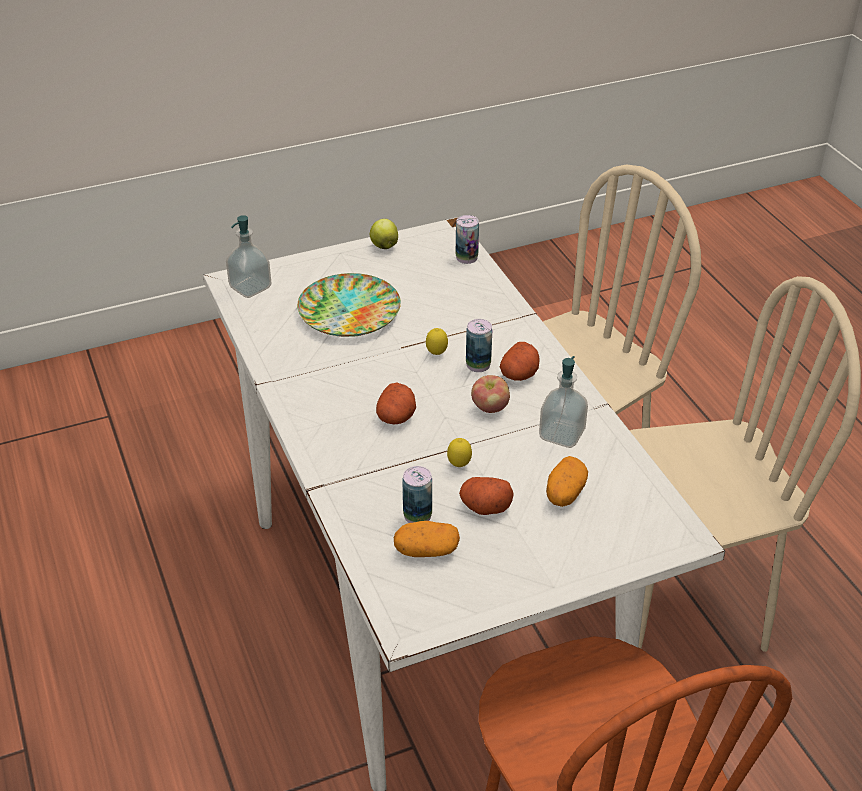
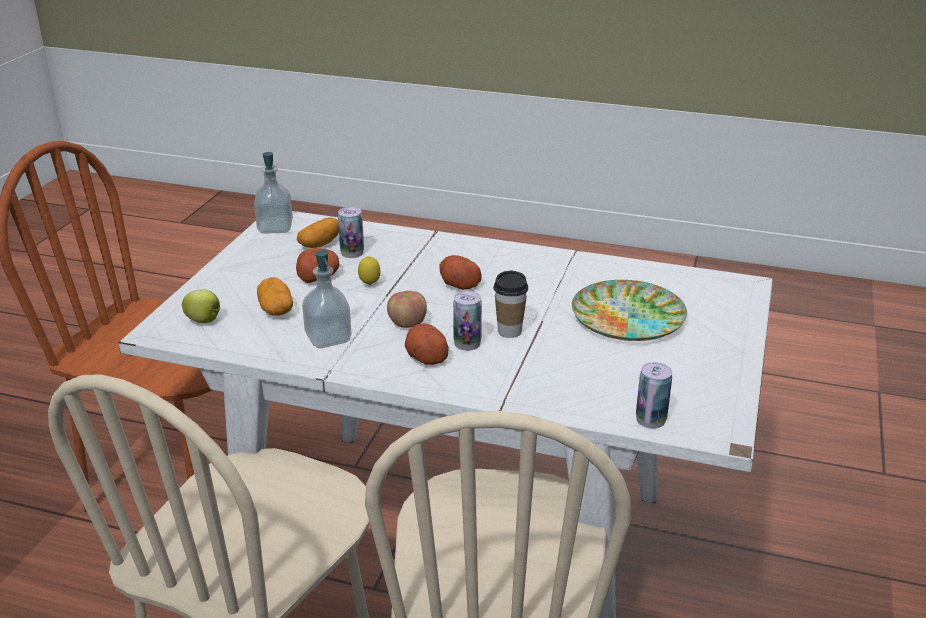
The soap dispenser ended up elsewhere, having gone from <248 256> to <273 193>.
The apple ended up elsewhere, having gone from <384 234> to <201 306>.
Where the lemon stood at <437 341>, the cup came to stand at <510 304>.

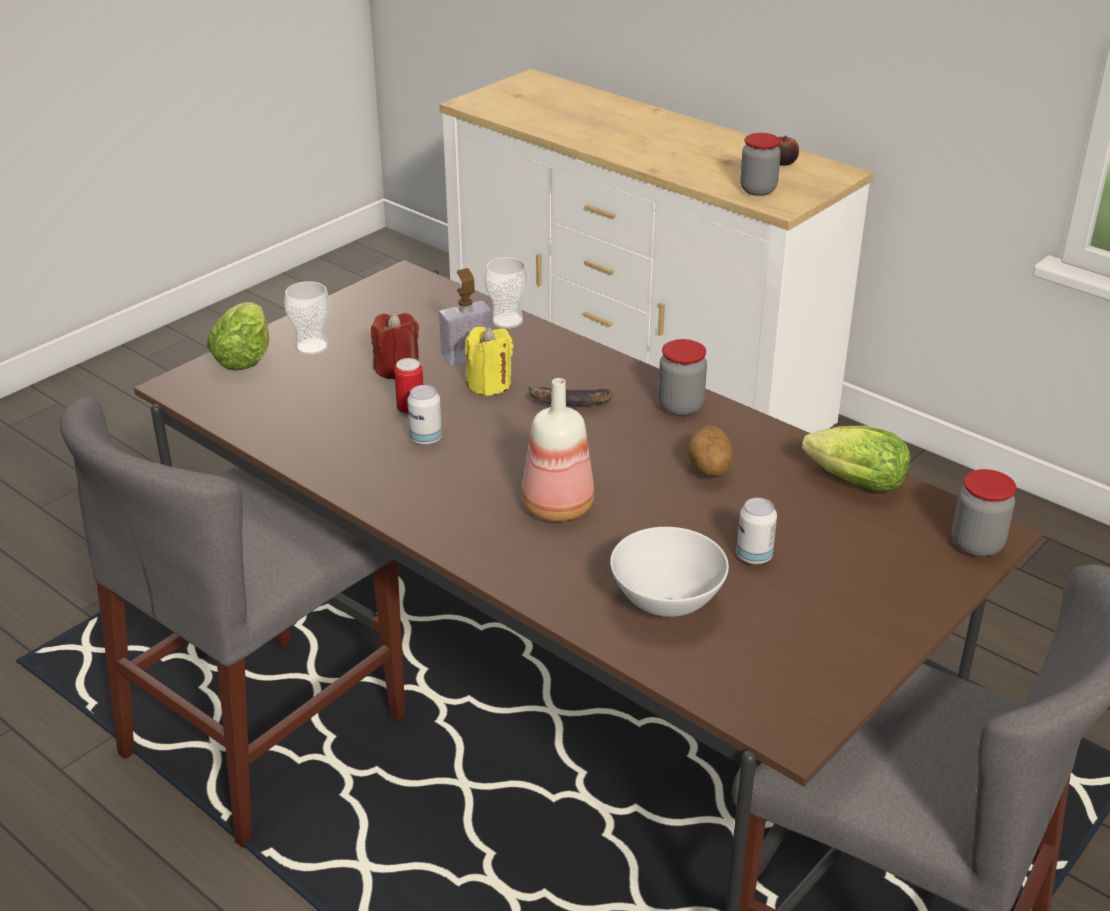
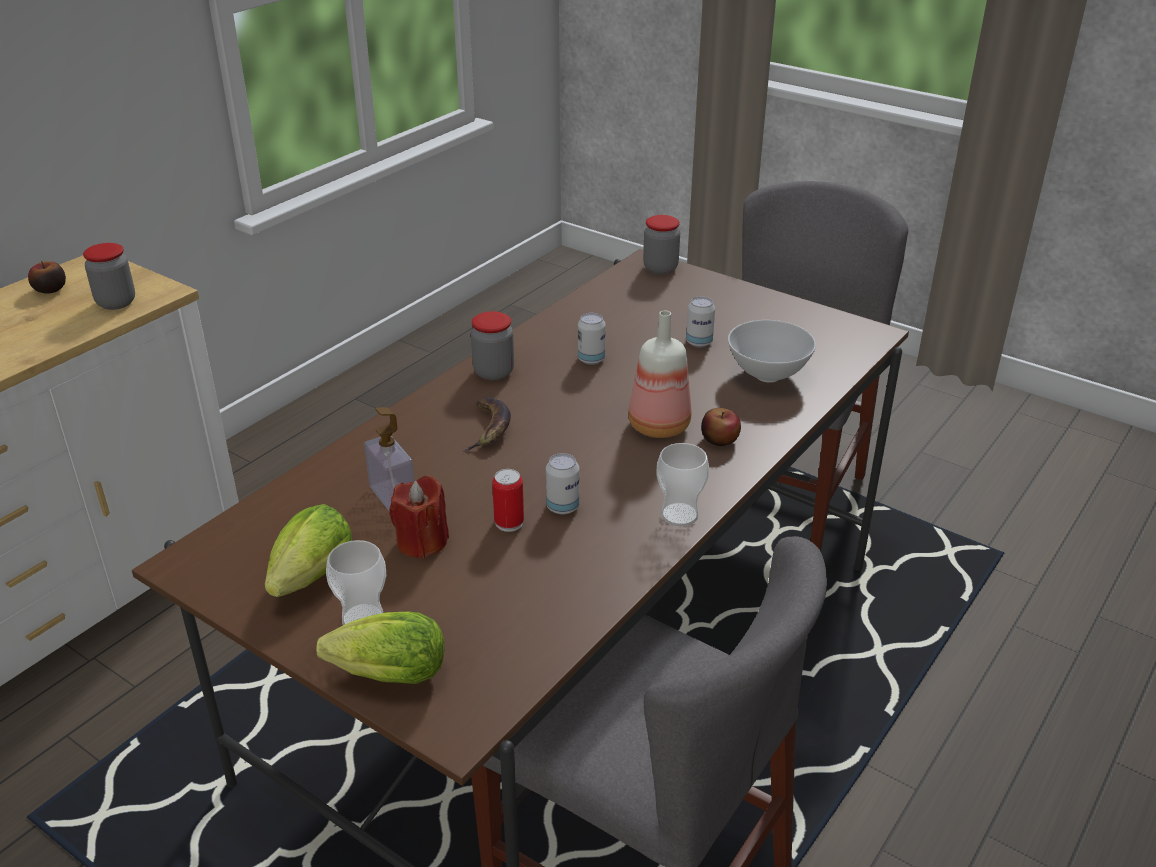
The second view lost the candle (yellow) at <489 361>.
The cup ended up elsewhere, having gone from <506 293> to <682 484>.
Where the potato stood at <710 451>, the can came to stand at <592 339>.
The lettuce ended up elsewhere, having gone from <856 459> to <308 550>.
The second view gained the apple at <721 427>.

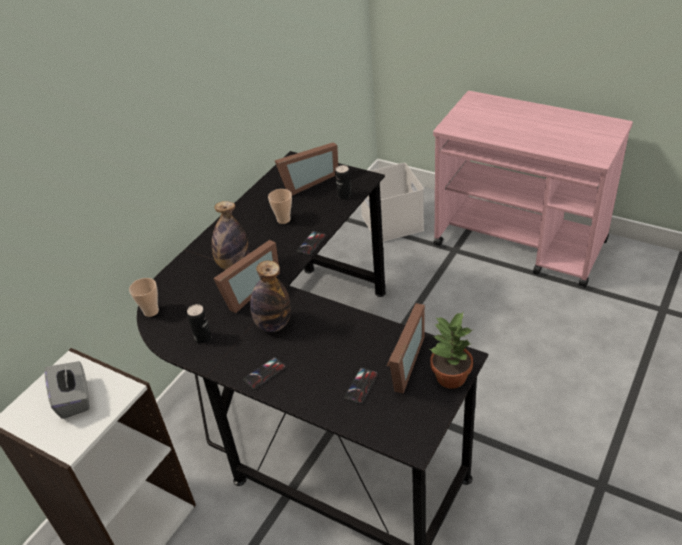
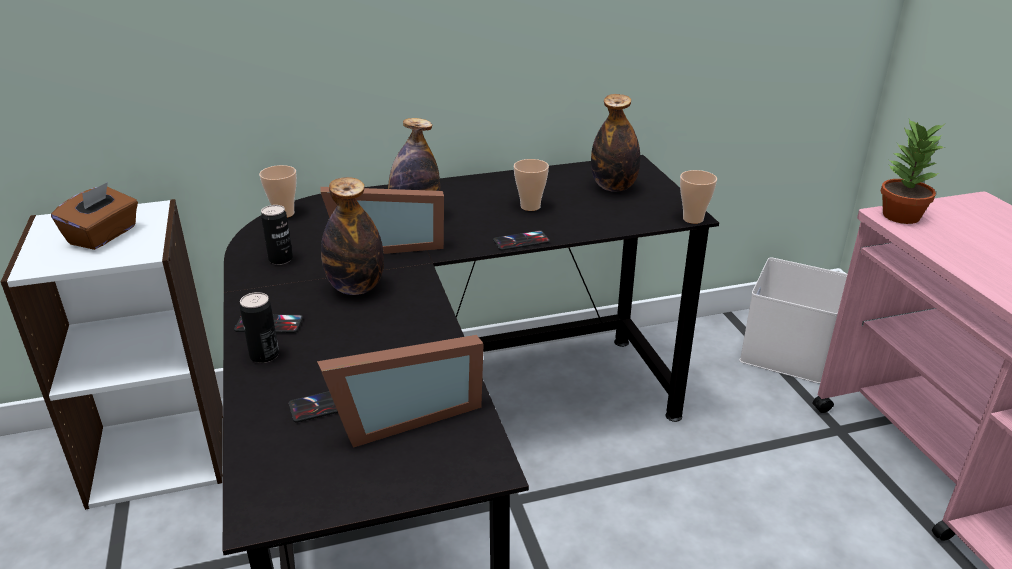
What was the tissue box (grey) at <67 390> turned into the tissue box (brown) at <94 216>.
Where the picture frame stood at <306 169>, the bottle came to stand at <615 143>.
The can ended up elsewhere, having gone from <343 182> to <259 327>.
The potted plant ended up elsewhere, having gone from <451 351> to <913 171>.
The second view gained the cup at <698 197>.

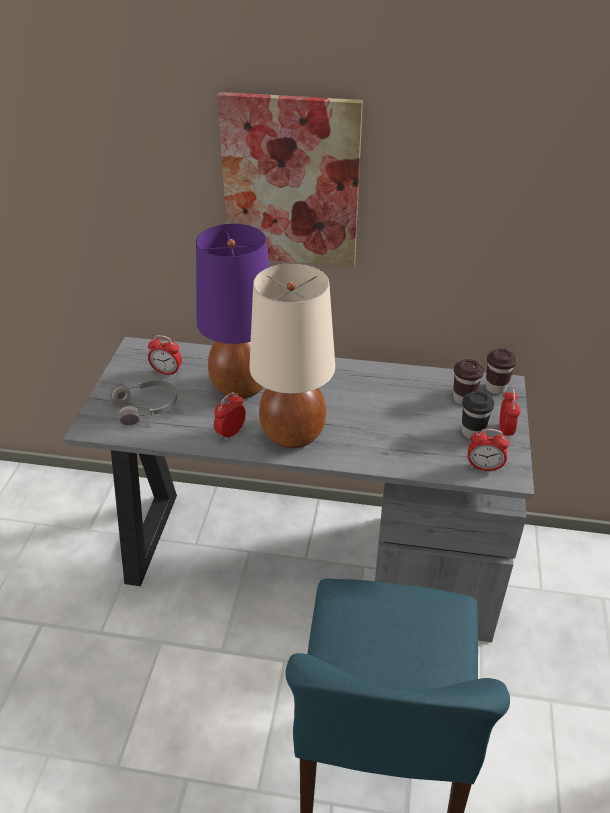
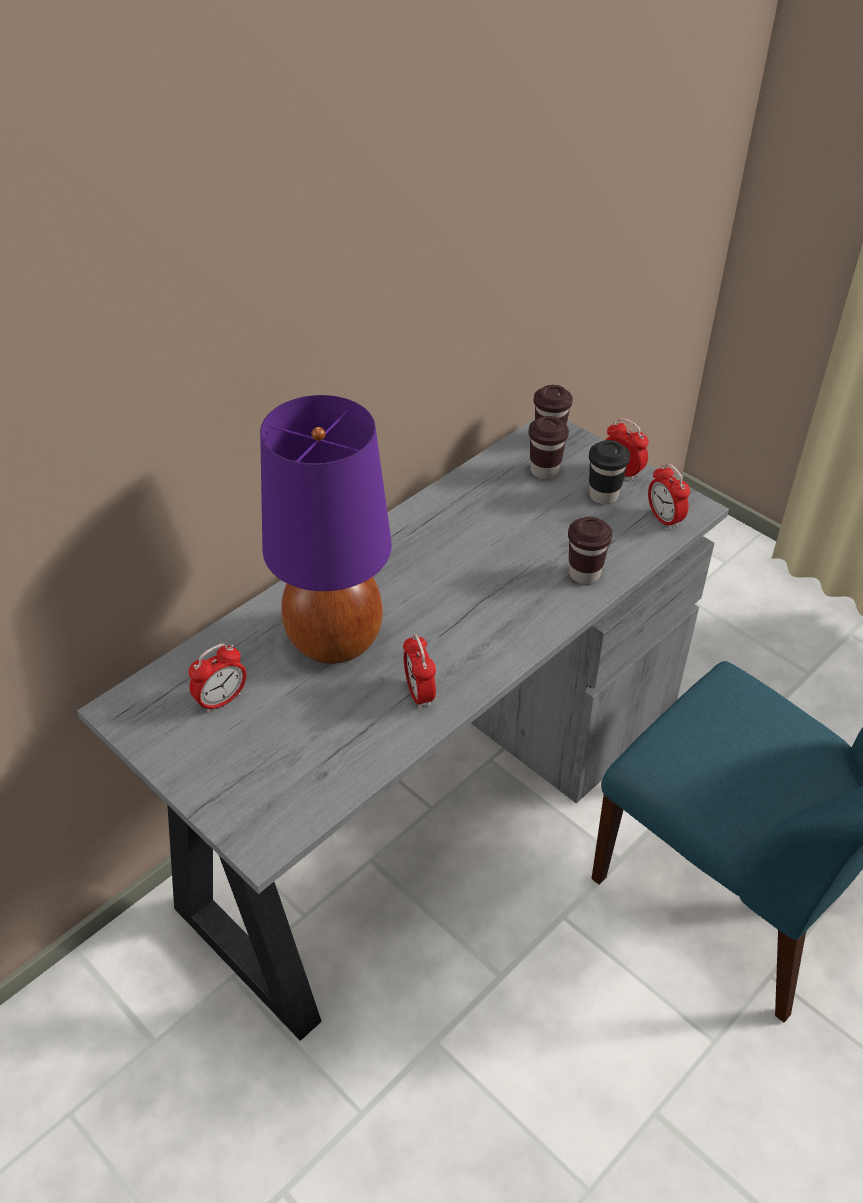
The second view lost the headphones (grey) at <143 402>.
The second view lost the picture at <290 179>.
The second view lost the table lamp (beige) at <292 355>.
The alarm clock at <488 450> ended up facing another way, 105 degrees clockwise from before.
The second view gained the cup (brown) at <590 550>.

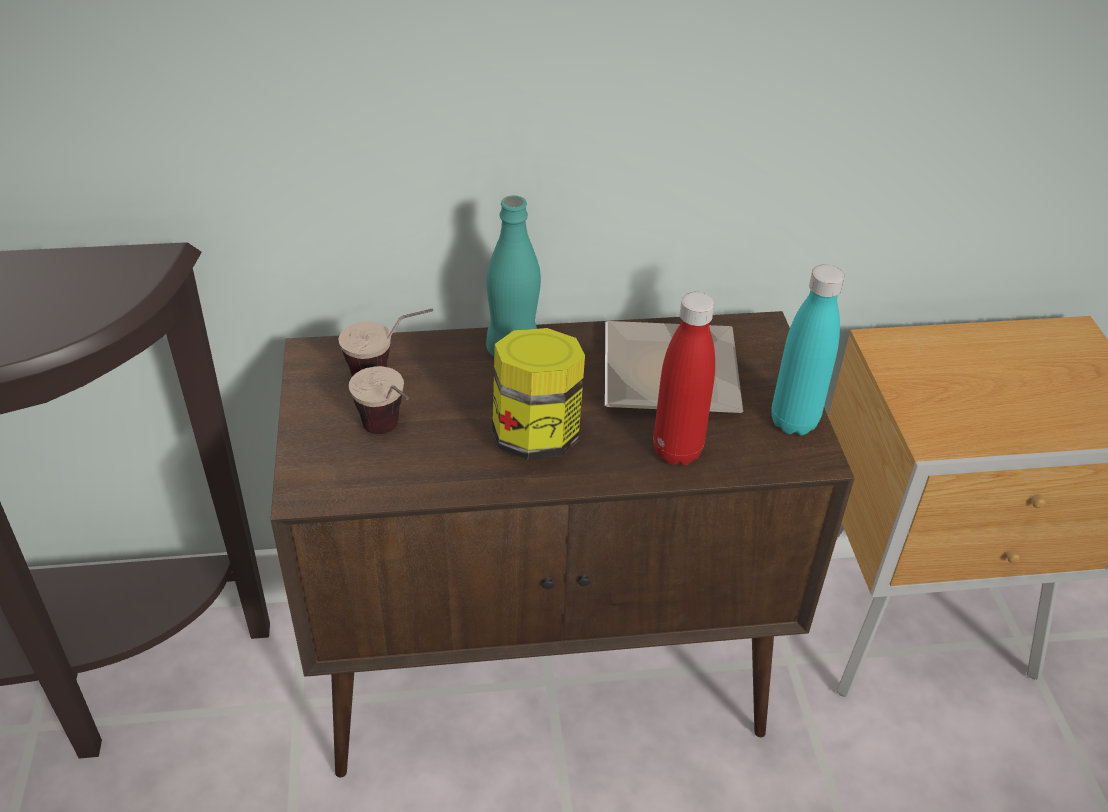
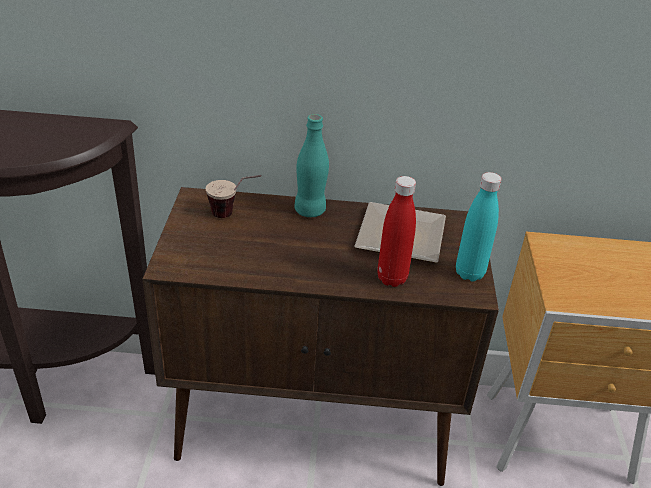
The second view lost the cup at <379 400>.
The second view lost the jar at <538 394>.

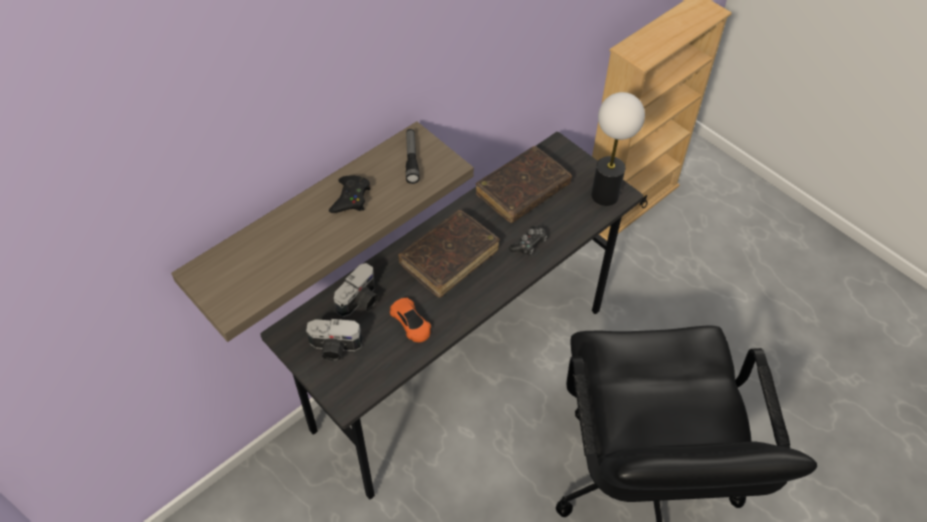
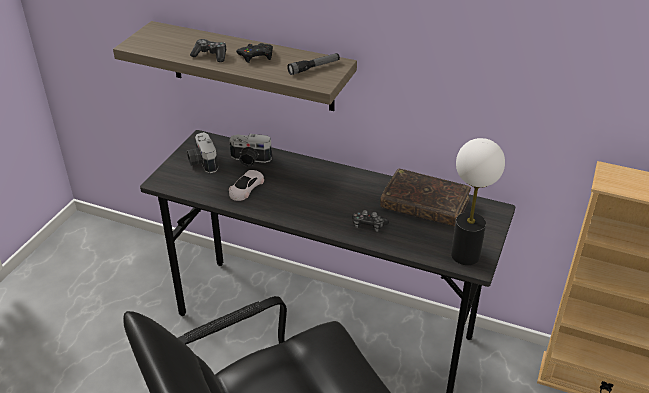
What was the toy car (orange) at <410 320> turned into the toy car (white) at <246 185>.
The second view lost the book (brown) at <449 254>.
The second view gained the game controller at <208 50>.

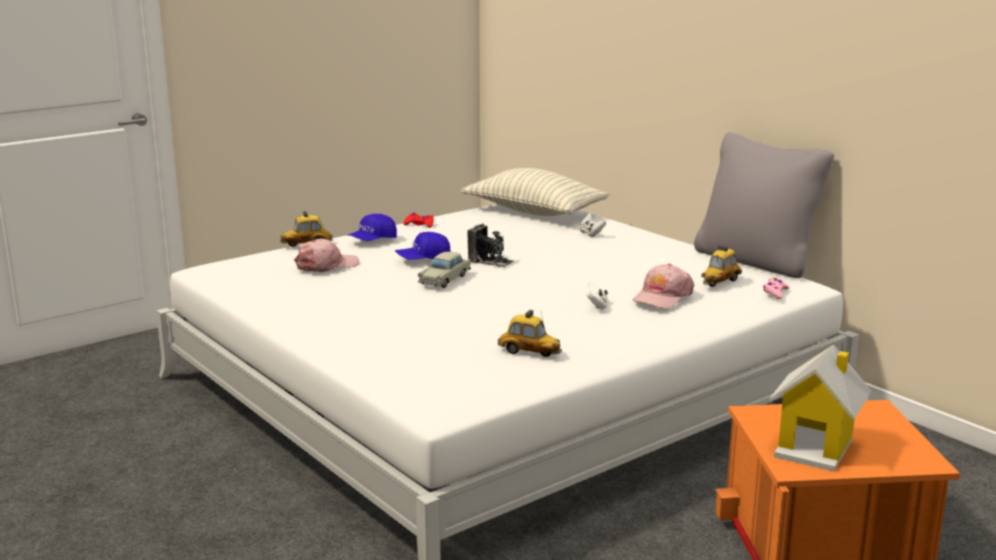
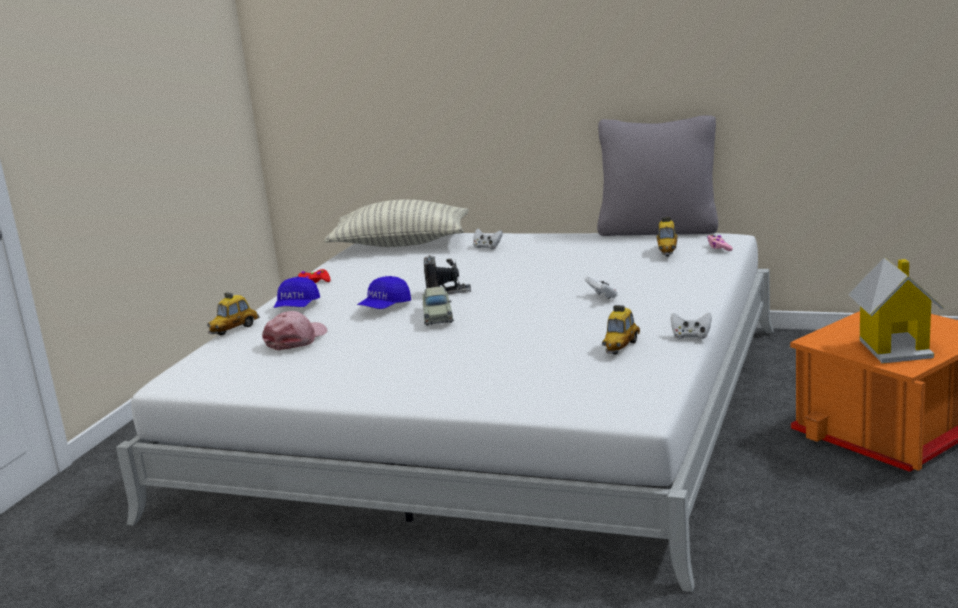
The toy car at <530 333> ended up facing another way, 120 degrees clockwise from before.
The second view lost the cap (pink) at <663 286>.
The second view gained the game controller (white) at <691 326>.

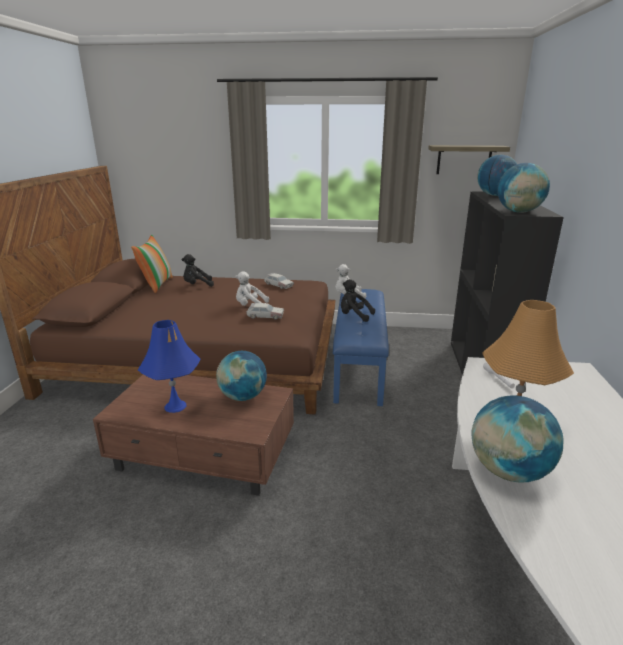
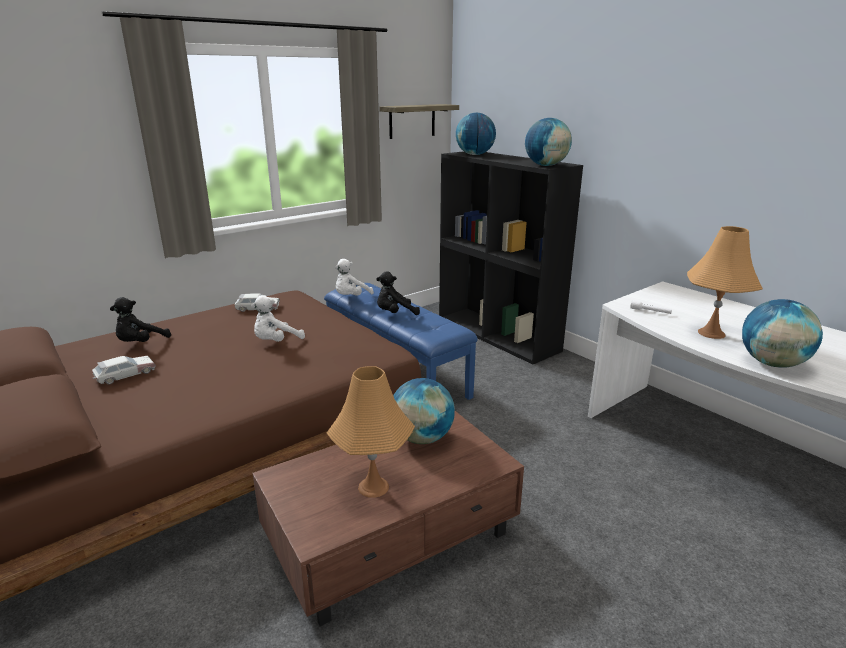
The second view lost the pillow at <152 264>.
What was the table lamp (blue) at <169 366> turned into the table lamp (orange) at <371 432>.
The toy car ended up elsewhere, having gone from <265 311> to <124 370>.

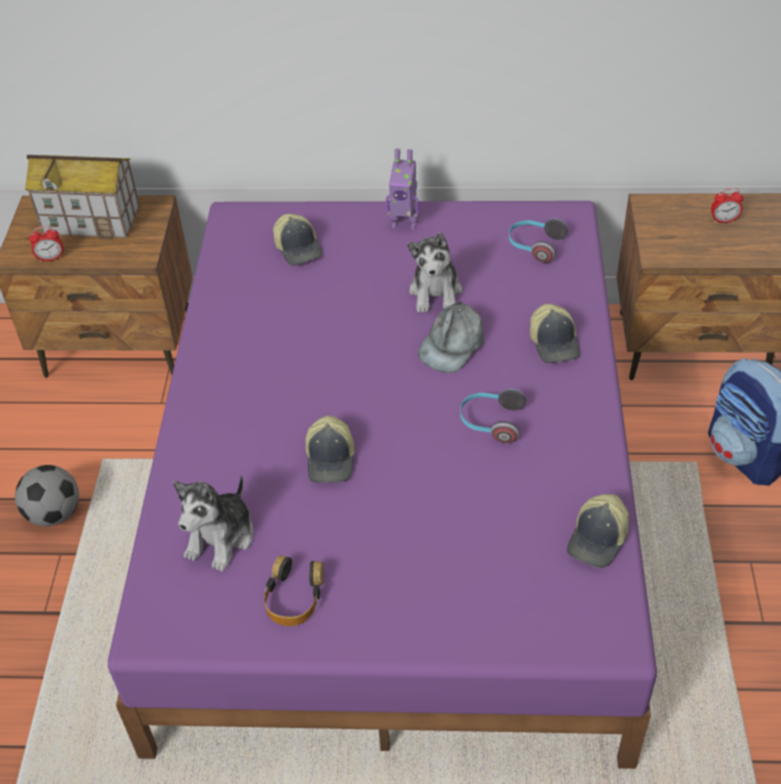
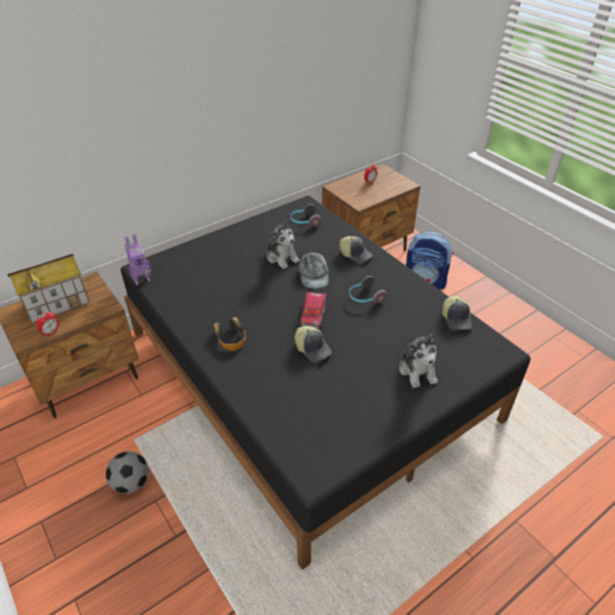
What was the bed (purple) at <382 485> turned into the bed (black) at <326 383>.
The plush toy ended up elsewhere, having gone from <213 523> to <418 361>.
The headphones ended up elsewhere, having gone from <293 590> to <230 333>.
The second view lost the cap at <297 240>.
The toy robot ended up elsewhere, having gone from <402 189> to <137 259>.
The second view gained the toy car at <313 310>.

